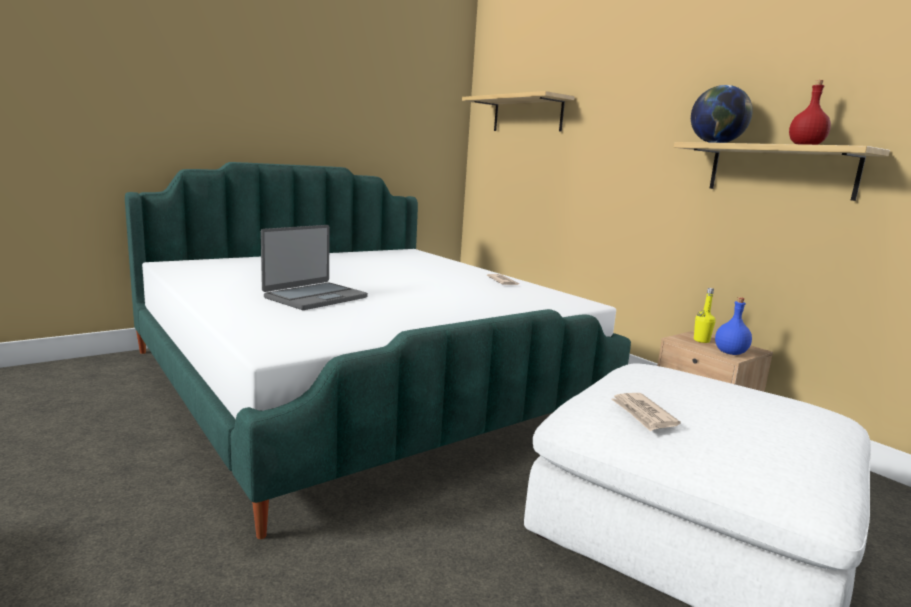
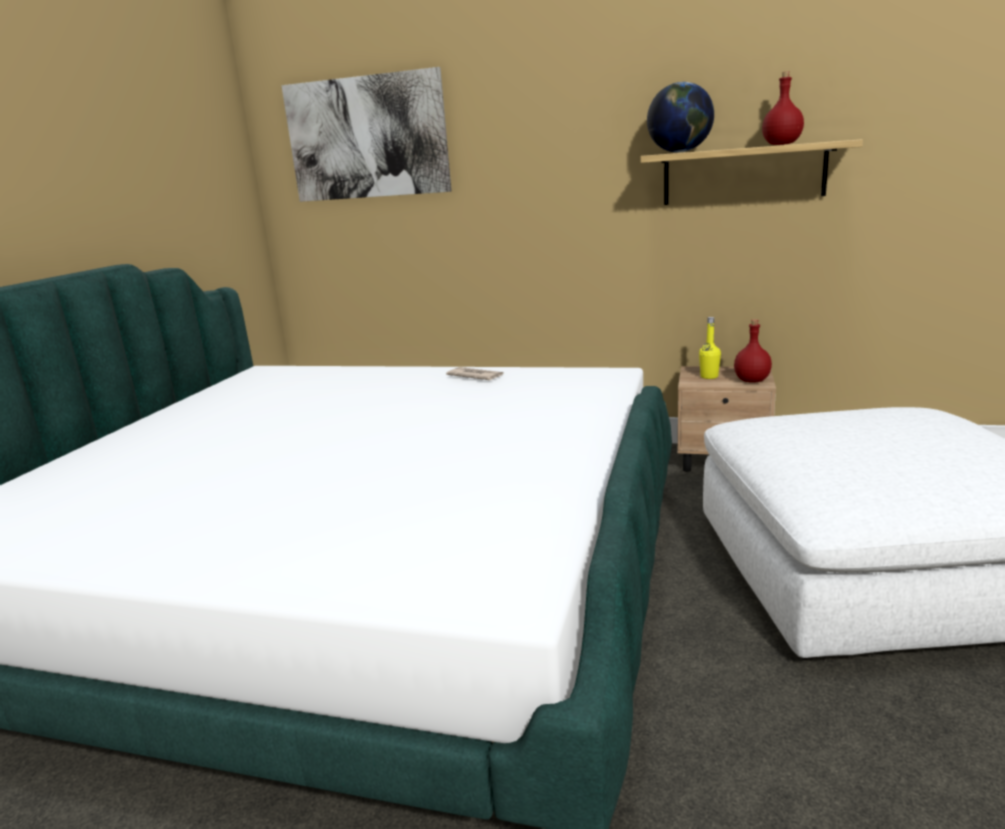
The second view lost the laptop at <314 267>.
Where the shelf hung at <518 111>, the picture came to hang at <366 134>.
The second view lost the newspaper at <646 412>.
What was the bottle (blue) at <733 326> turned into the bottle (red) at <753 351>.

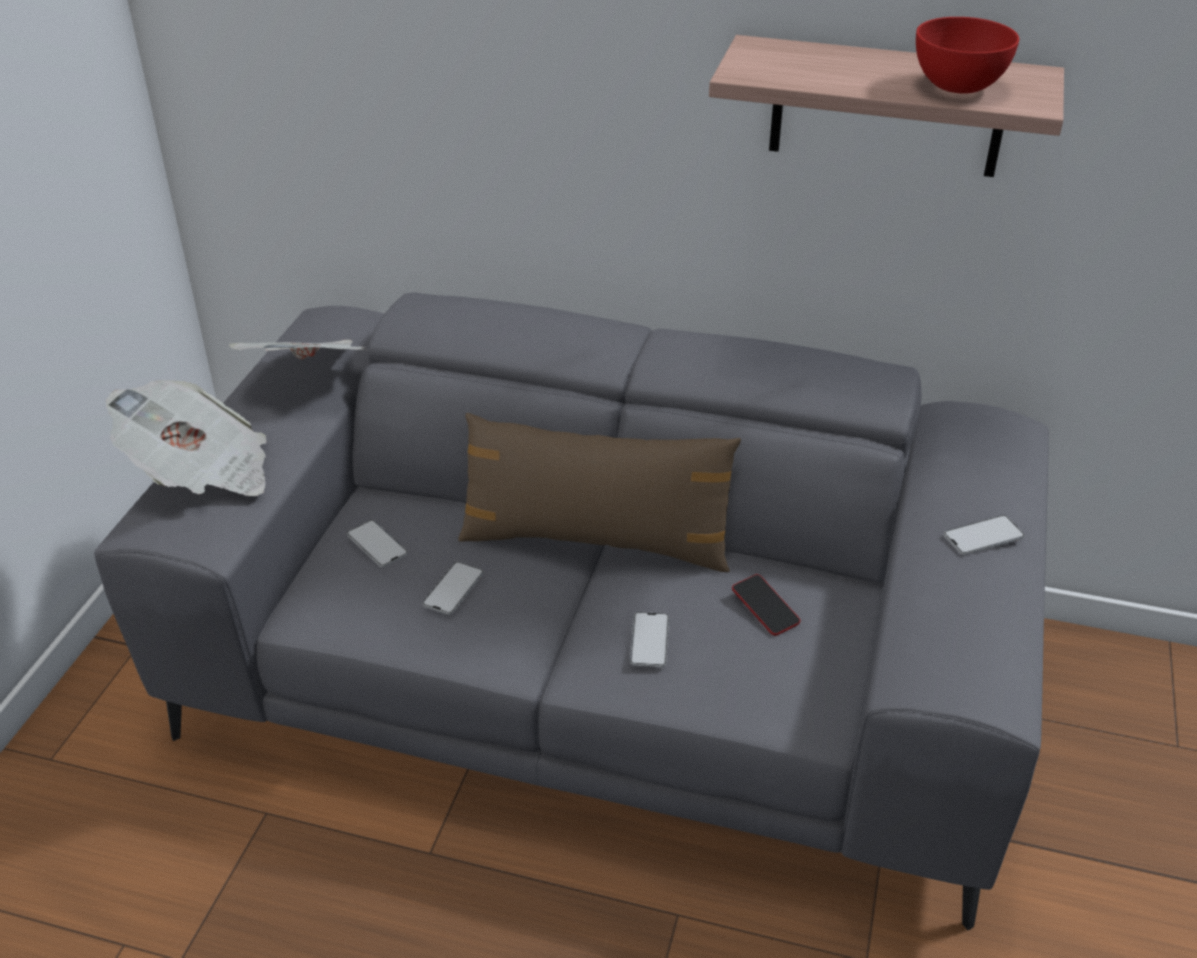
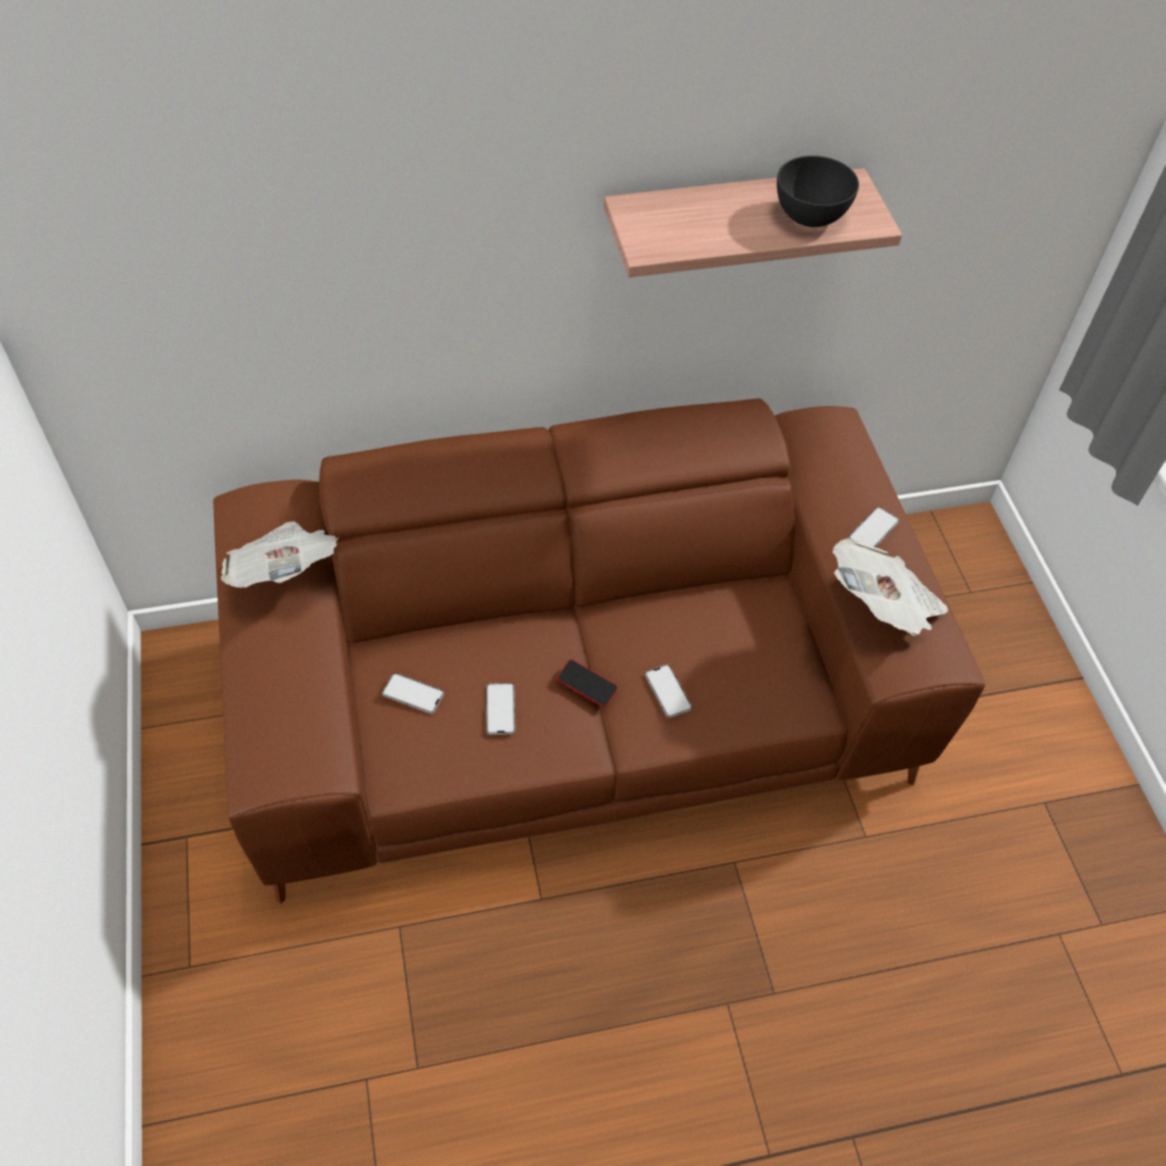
What was the sofa (grey) at <571 611> turned into the sofa (brown) at <599 651>.
The newspaper ended up elsewhere, having gone from <186 438> to <890 587>.
The second view lost the pillow (brown) at <599 492>.
The phone ended up elsewhere, having gone from <766 605> to <587 683>.
What was the bowl (red) at <967 55> turned into the bowl (grey) at <818 191>.

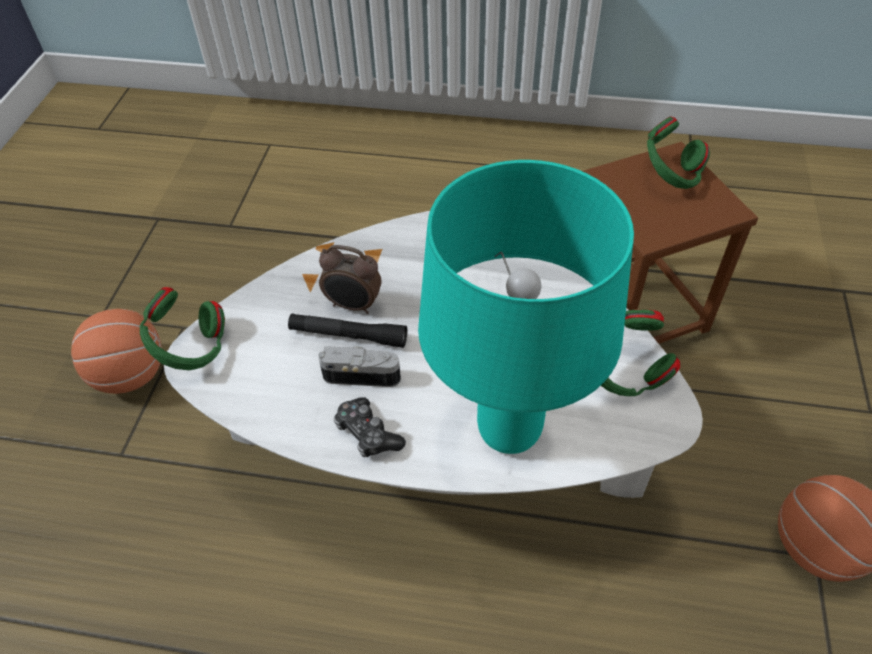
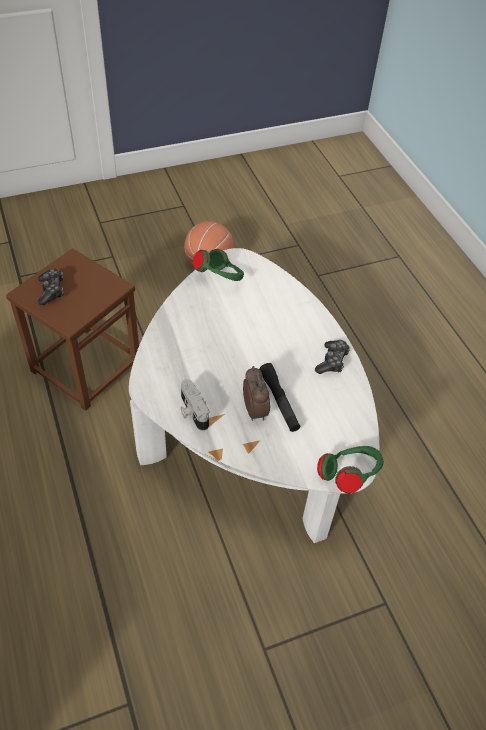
The second view lost the basketball at <116 351>.
The photo camera ended up elsewhere, having gone from <359 366> to <195 405>.
The second view lost the table lamp (turquoise) at <526 307>.
Where the headphones (green) stood at <678 152>, the game controller came to stand at <50 286>.

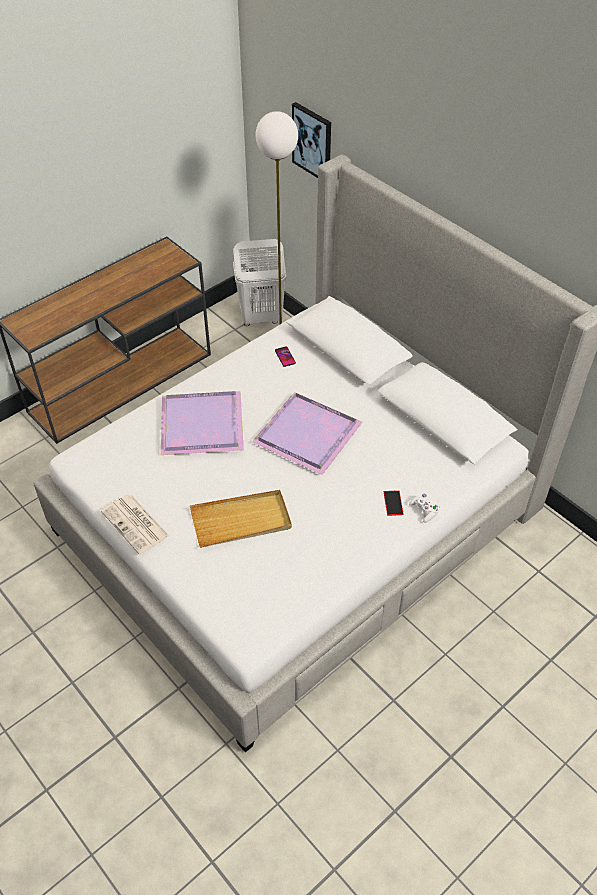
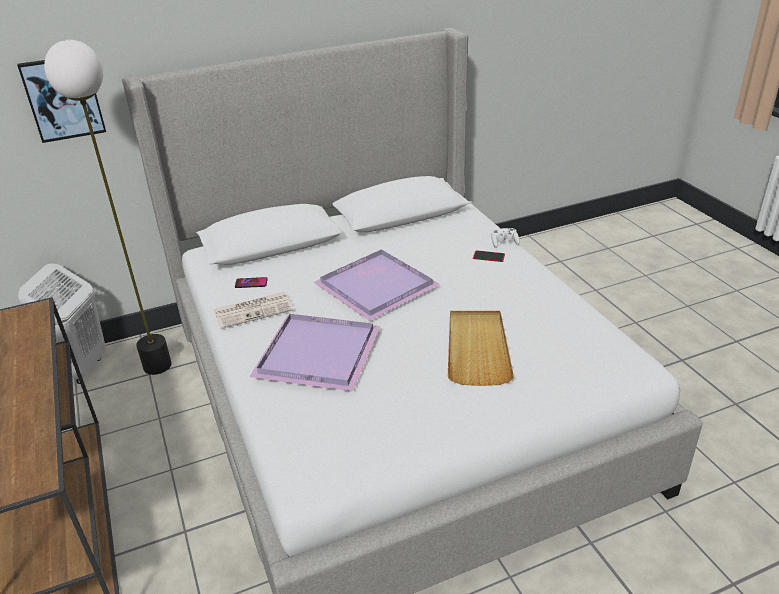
The newspaper ended up elsewhere, having gone from <135 524> to <253 310>.

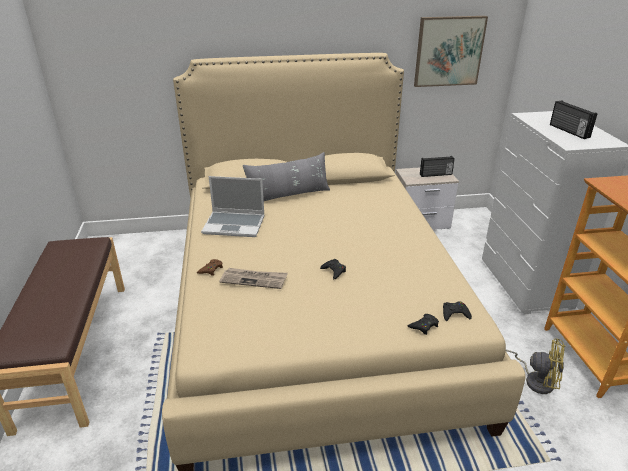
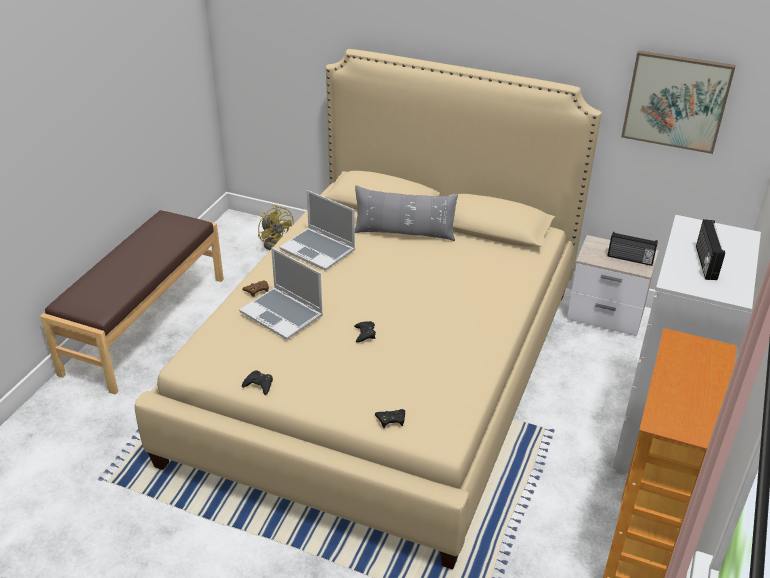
Where the newspaper stood at <253 278>, the laptop came to stand at <281 293>.
The game controller (black) ended up elsewhere, having gone from <457 311> to <257 382>.
The fan (yellow) ended up elsewhere, having gone from <535 366> to <276 227>.

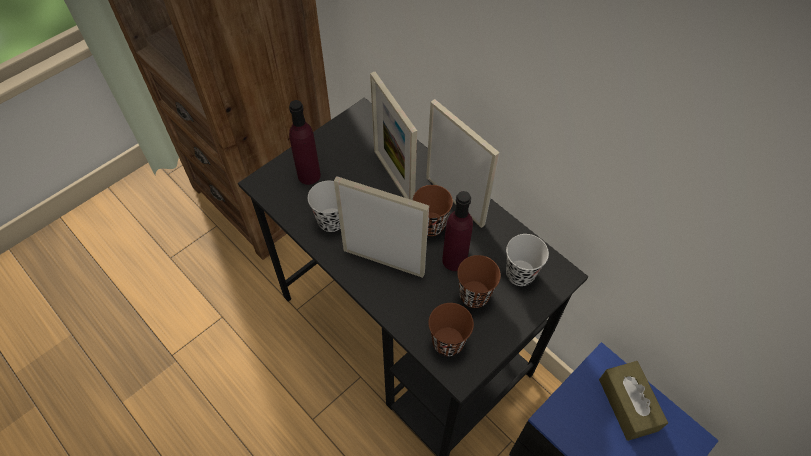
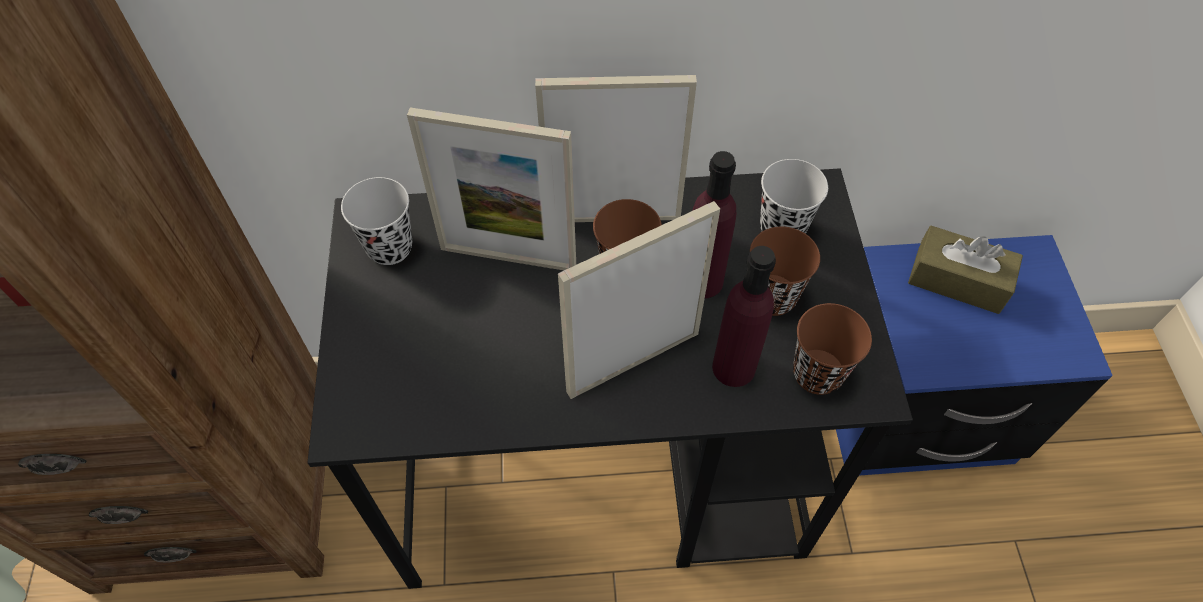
The bottle (purple) ended up elsewhere, having gone from <305 142> to <744 316>.
The cup (black) ended up elsewhere, having gone from <324 206> to <376 221>.

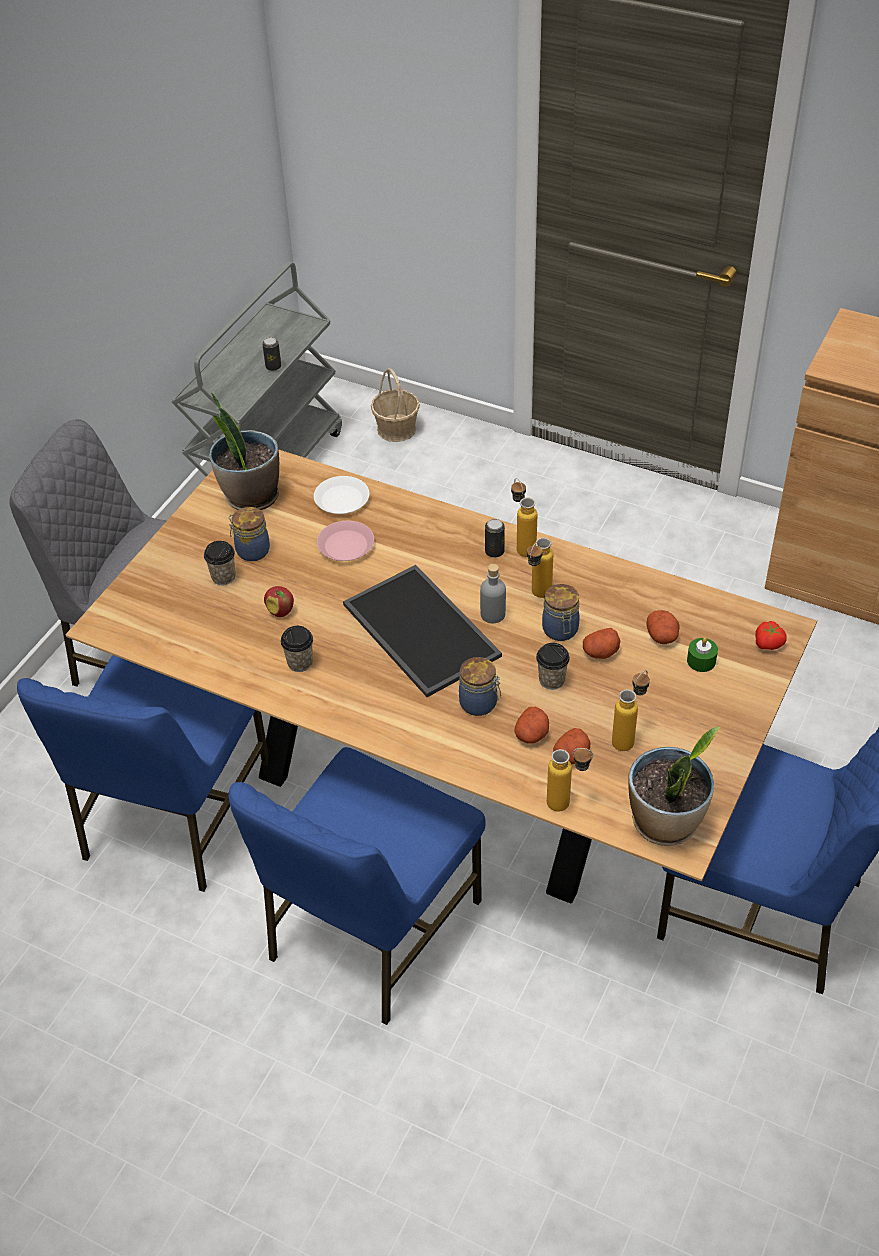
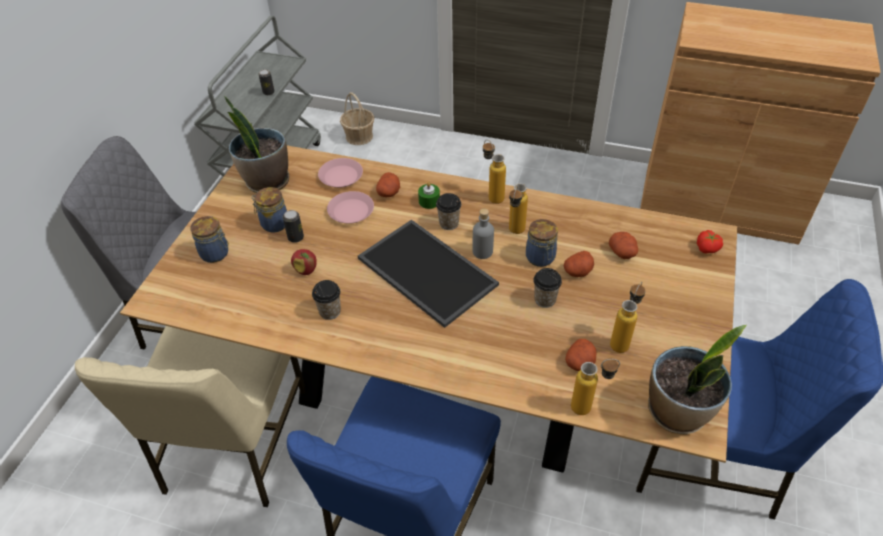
What was the chair (blue) at <143 773> turned into the chair (beige) at <190 416>.
The cup ended up elsewhere, having gone from <219 563> to <448 211>.
What was the plate (white) at <341 495> turned into the plate (pink) at <340 173>.
The jar ended up elsewhere, having gone from <480 686> to <210 239>.
The can ended up elsewhere, having gone from <495 538> to <293 226>.
The potato ended up elsewhere, having gone from <531 725> to <388 184>.
The candle (green) ended up elsewhere, having gone from <702 655> to <429 195>.

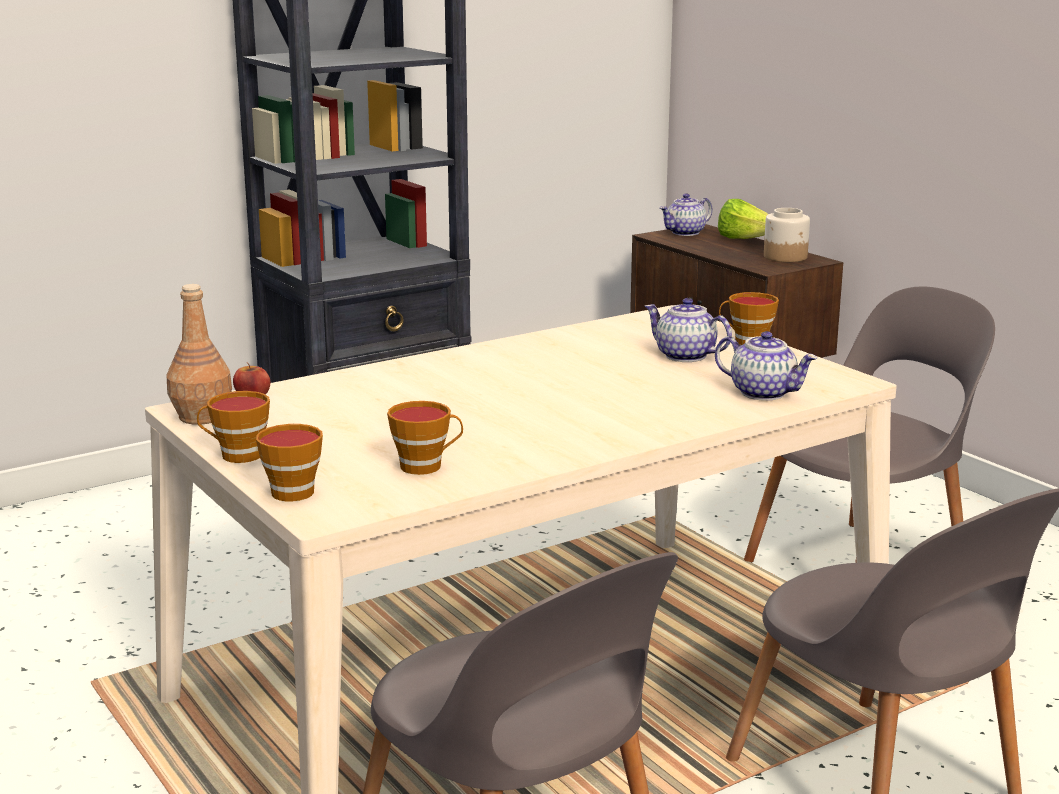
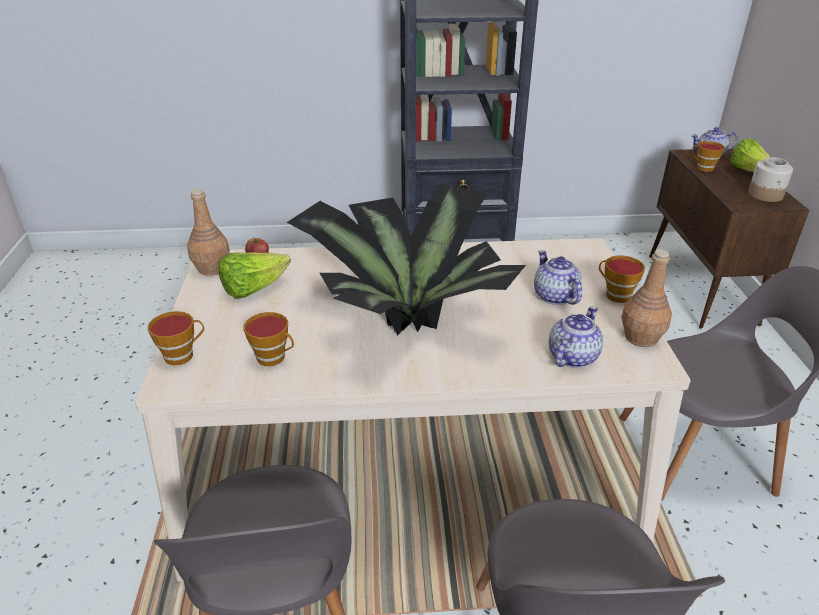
The cup ended up elsewhere, having gone from <233 427> to <708 156>.
The teapot at <766 366> ended up facing another way, 120 degrees counterclockwise from before.
The second view gained the lettuce at <255 275>.
The second view gained the potted plant at <406 259>.
The second view gained the bottle (brown) at <646 298>.

